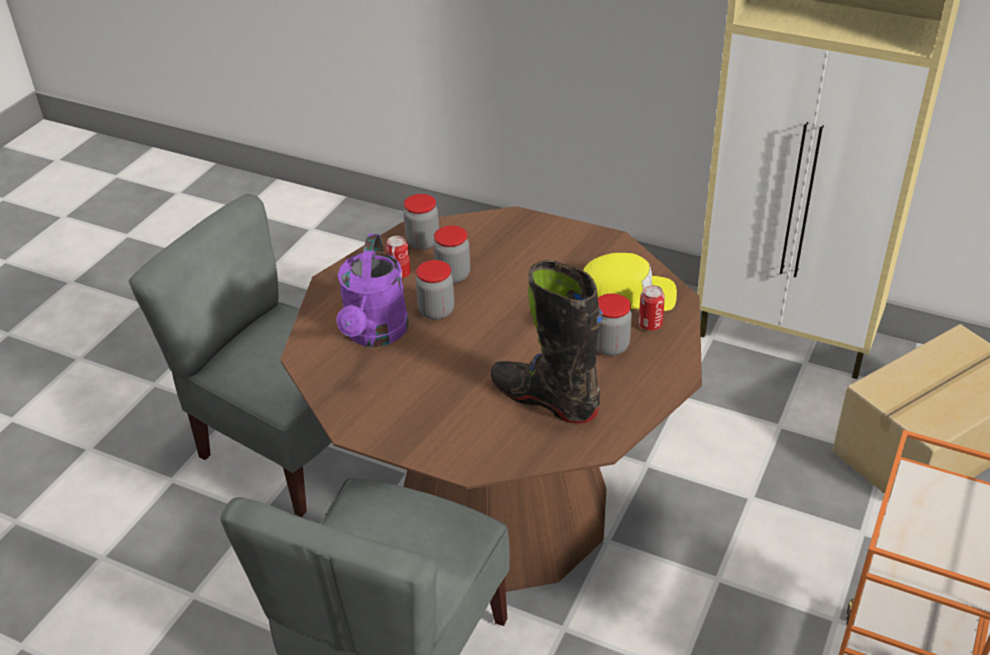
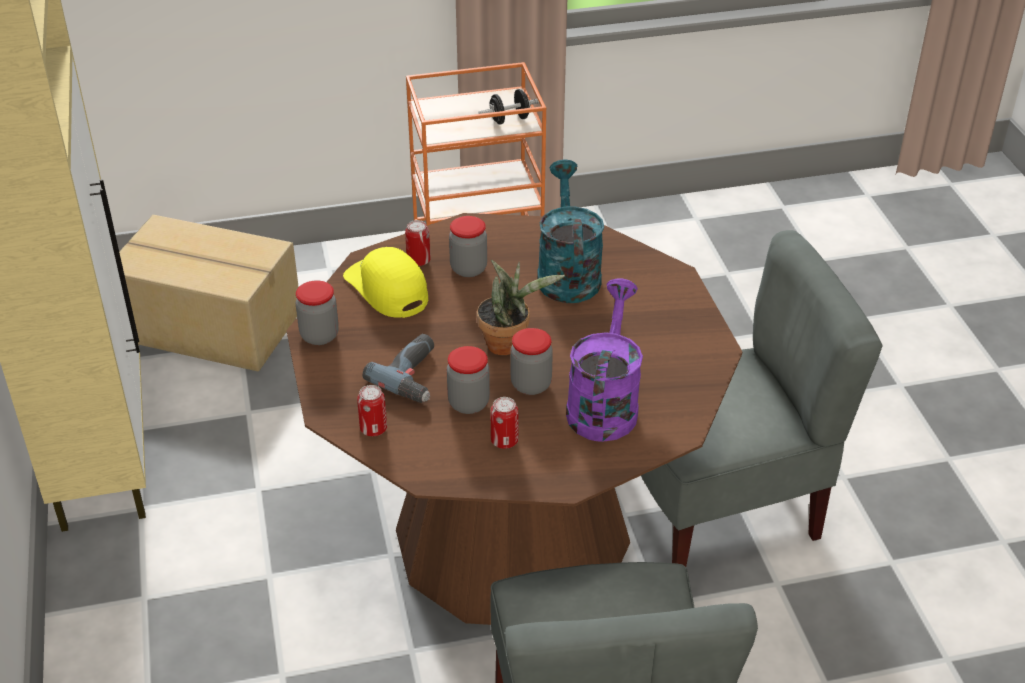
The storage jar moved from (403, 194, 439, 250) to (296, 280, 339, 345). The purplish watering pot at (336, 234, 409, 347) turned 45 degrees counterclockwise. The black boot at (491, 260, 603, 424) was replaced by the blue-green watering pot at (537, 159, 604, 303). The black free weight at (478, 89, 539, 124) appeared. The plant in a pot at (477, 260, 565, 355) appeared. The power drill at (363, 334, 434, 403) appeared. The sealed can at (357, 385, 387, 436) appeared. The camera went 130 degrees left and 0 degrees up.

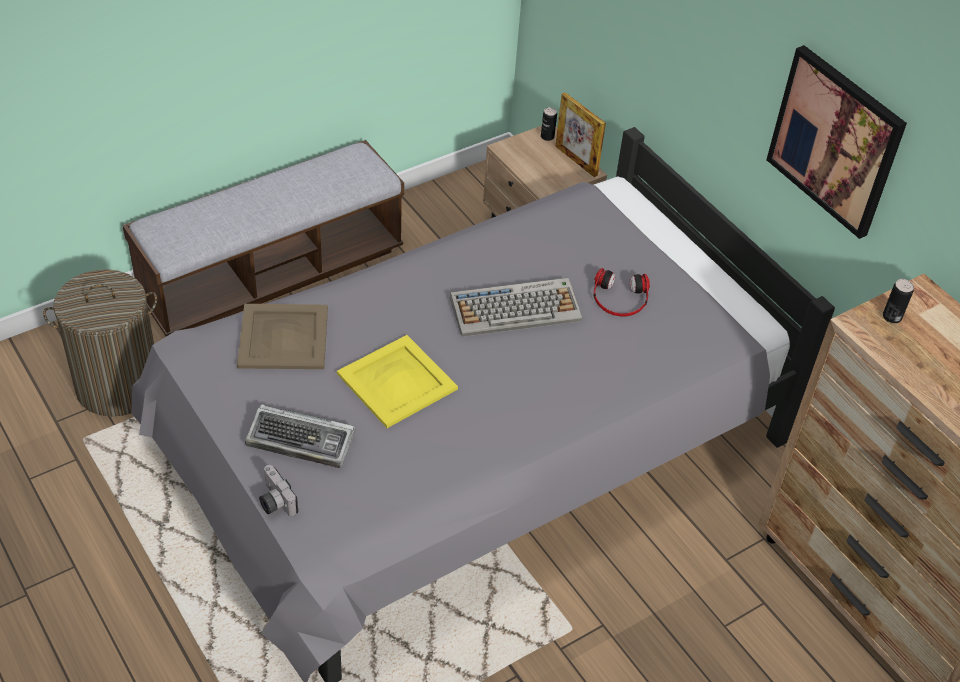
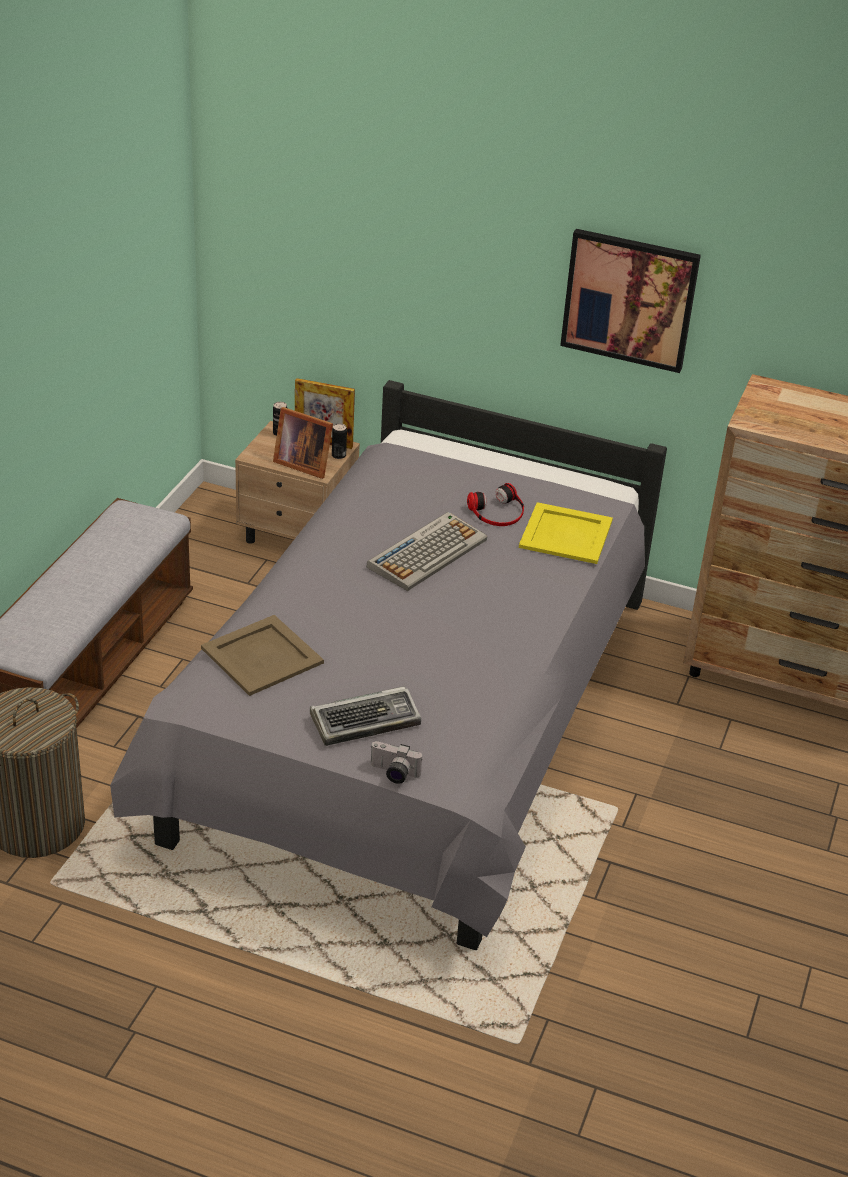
The sealed can moved from (883, 279, 914, 323) to (332, 423, 347, 459). The yellowish tray moved from (337, 335, 458, 428) to (519, 502, 613, 564). The photo frame at (273, 407, 333, 479) appeared. The camera went 35 degrees left and 10 degrees down.

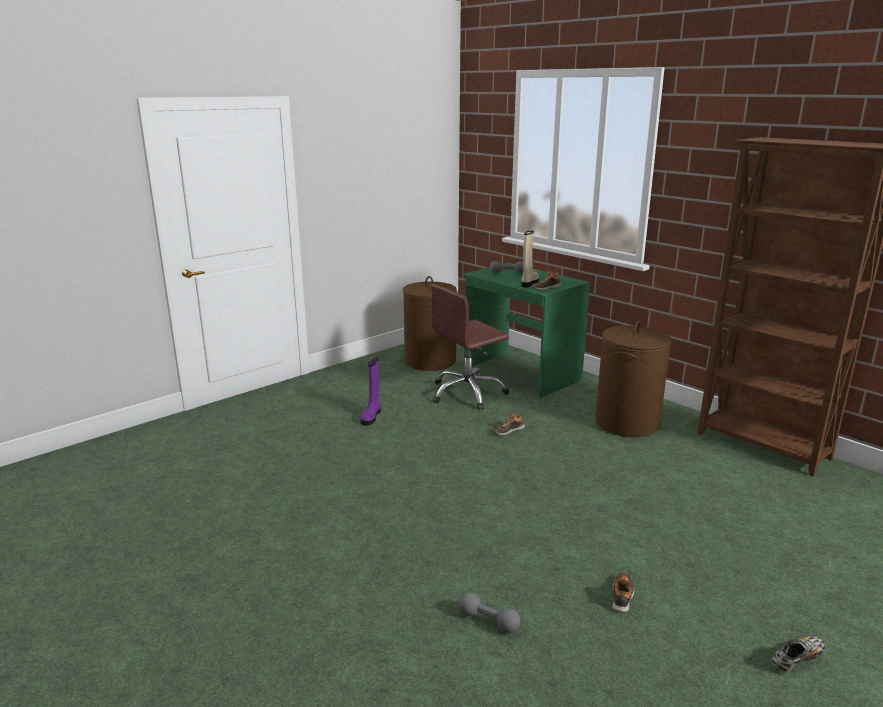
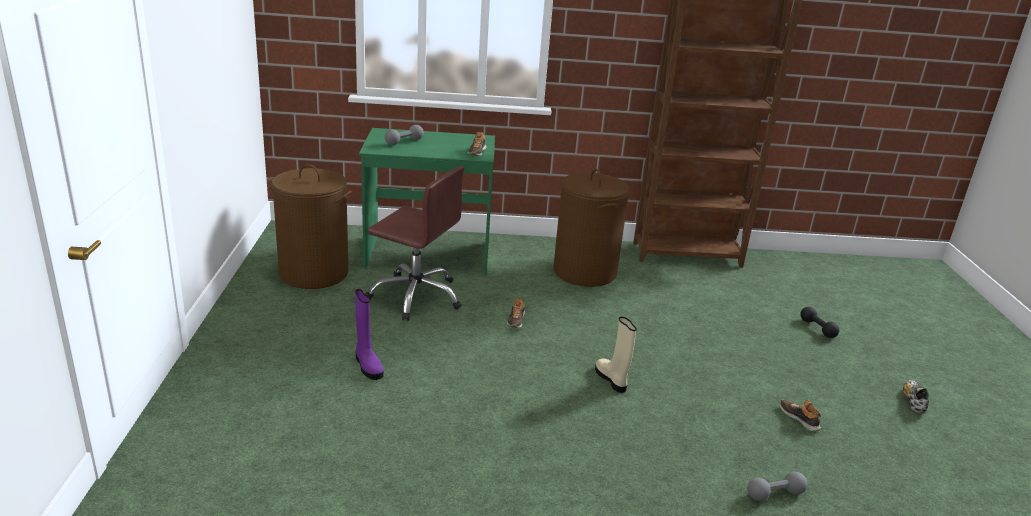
The beige boot moved from (521, 231, 539, 288) to (595, 317, 637, 393). The brown-coloured desk chair at (431, 284, 509, 410) turned 75 degrees counterclockwise. The black free weight at (800, 307, 840, 338) appeared. The camera went 50 degrees left and 5 degrees up.

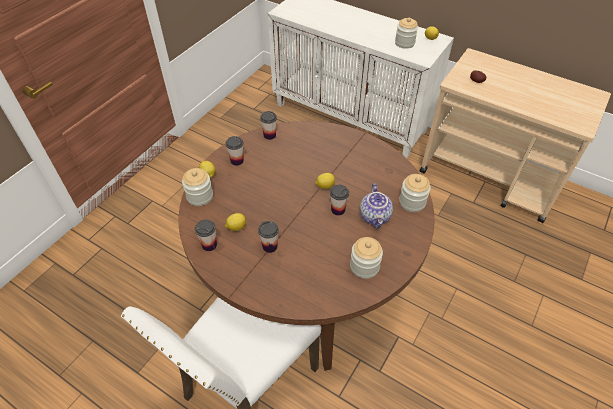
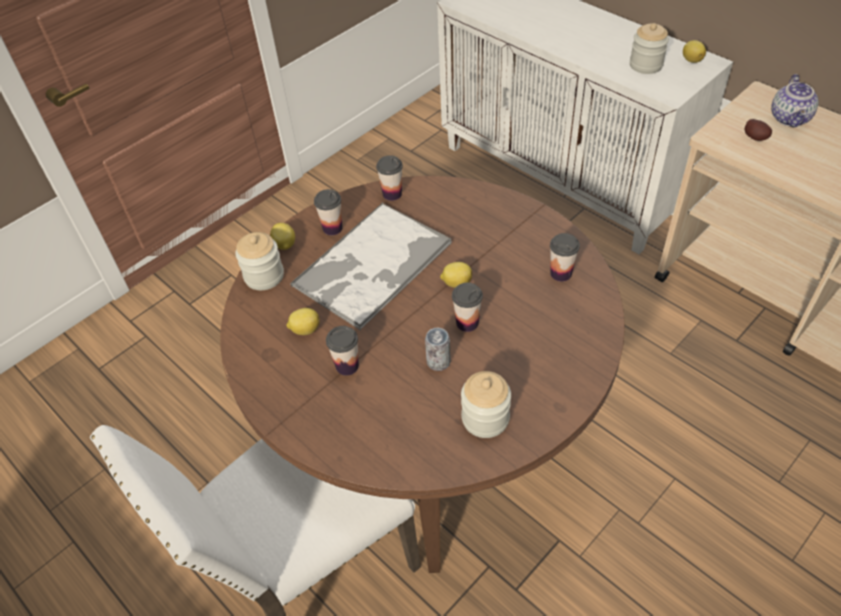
The storage jar at (399, 174, 431, 212) disappeared. The pot for tea moved from (360, 183, 393, 228) to (771, 74, 819, 128). The drinking cup moved from (195, 220, 217, 251) to (550, 233, 580, 282). The tray at (291, 203, 452, 331) appeared. The sealed can at (425, 327, 451, 371) appeared. The camera went 15 degrees right and 0 degrees up.

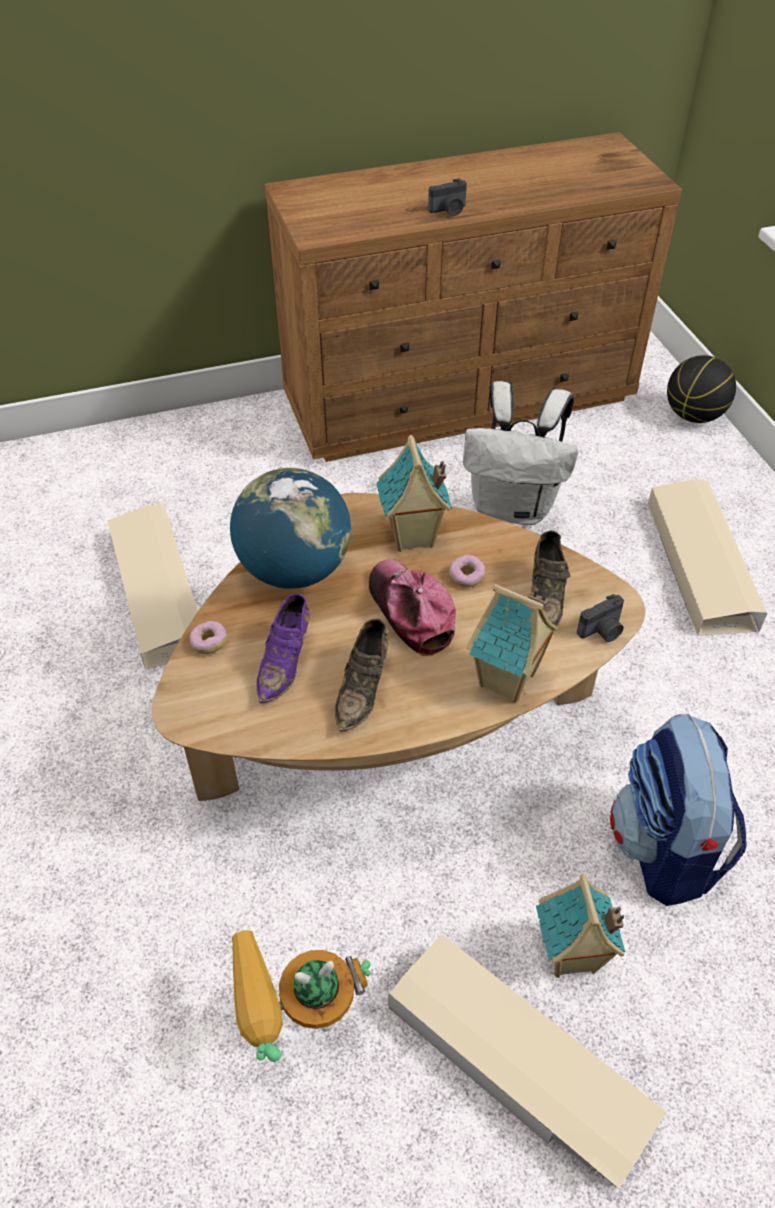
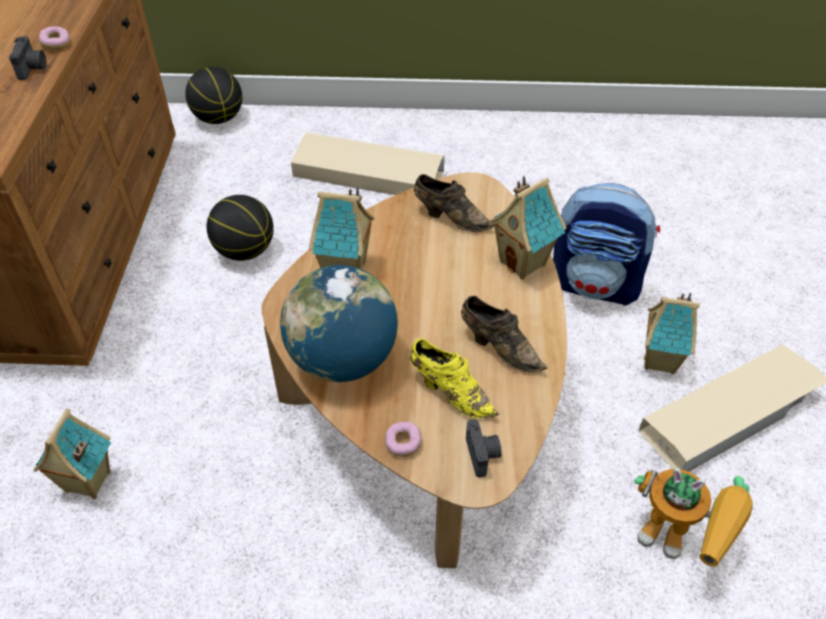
The white backpack at (463, 381, 578, 525) was replaced by the basketball at (207, 195, 274, 261). The beige storage bin at (108, 504, 198, 669) disappeared. The donut moved from (449, 555, 485, 588) to (39, 26, 70, 50). The peaked cap at (369, 559, 456, 656) disappeared. The purplish low shoe at (257, 593, 310, 703) became the yellowish low shoe at (409, 339, 499, 419). The still camera moved from (577, 594, 624, 642) to (466, 419, 502, 478). The toy robot at (232, 930, 371, 1062) turned 60 degrees counterclockwise. The model house at (34, 408, 111, 499) appeared. The camera went 70 degrees left and 0 degrees up.

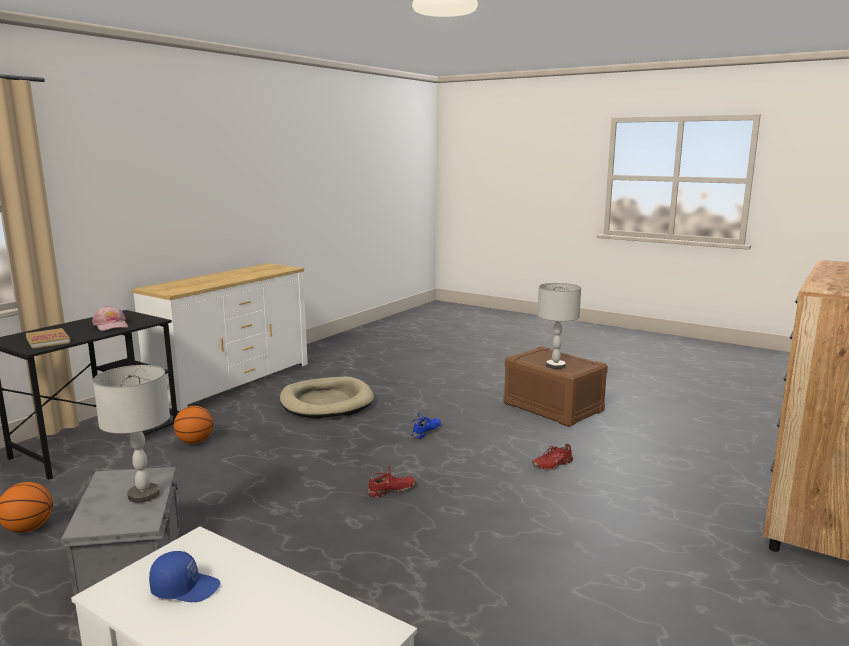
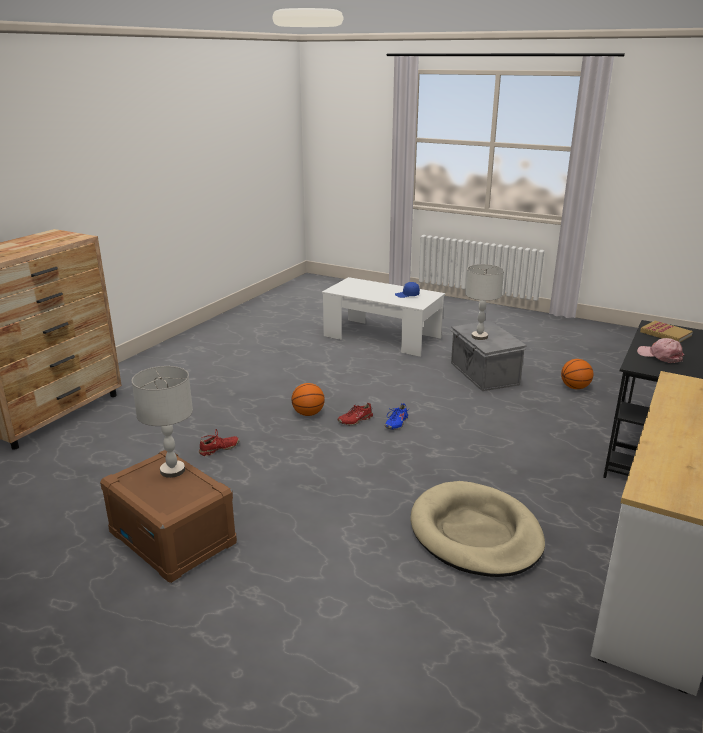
The basketball moved from (174, 406, 213, 444) to (291, 383, 325, 416). The bluish low shoe moved from (412, 413, 441, 439) to (384, 403, 411, 430). The camera went 175 degrees right and 10 degrees up.

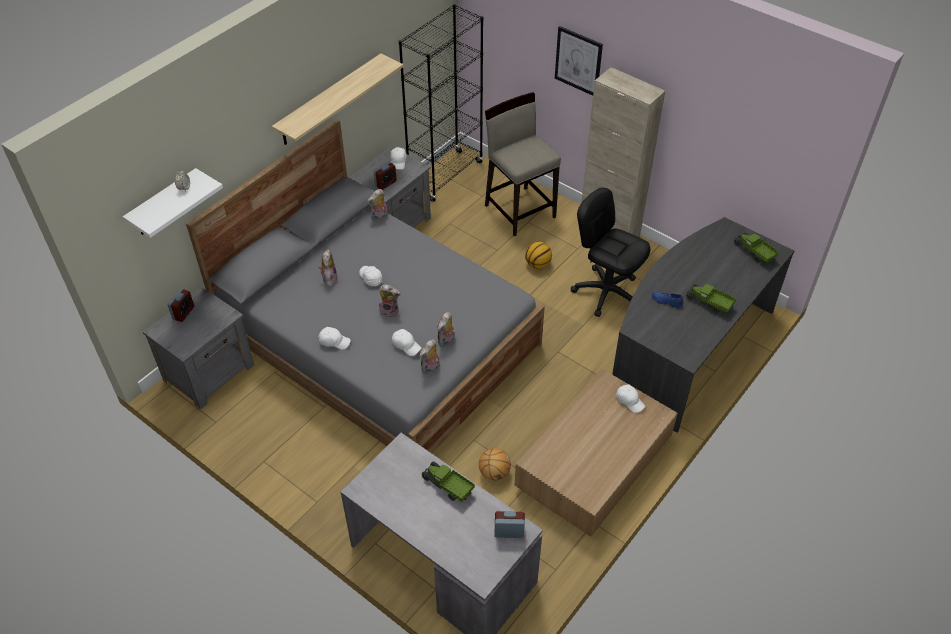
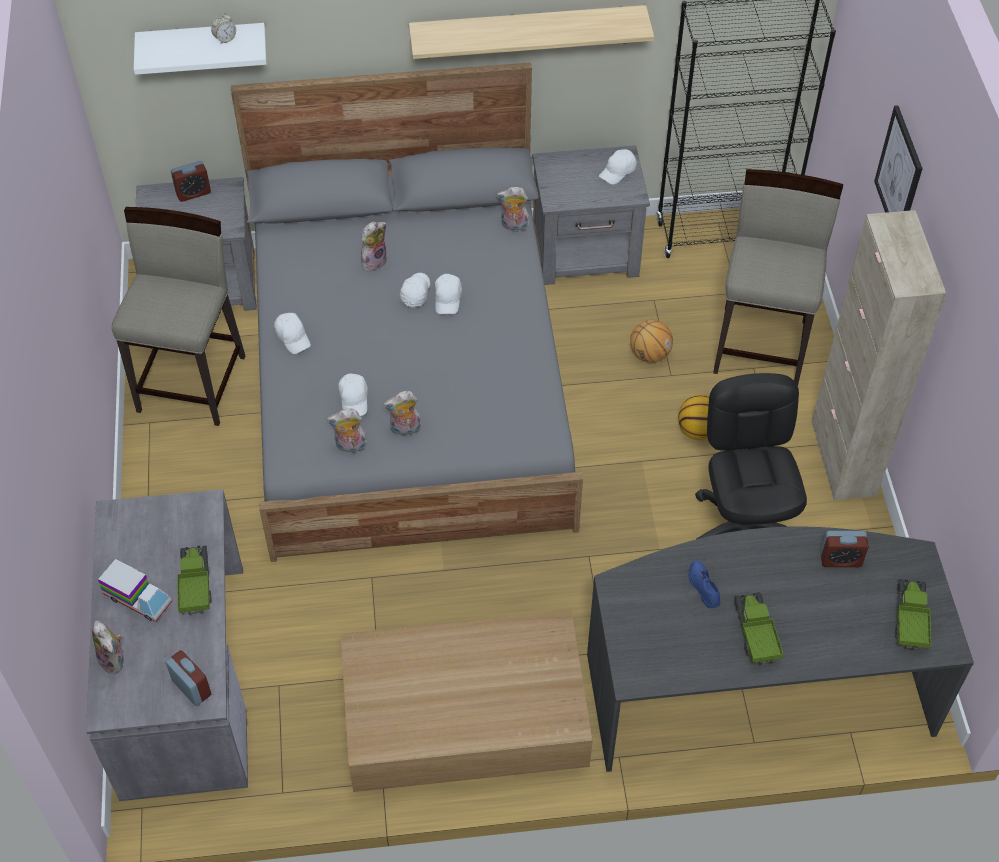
The table clock moved from (373, 161, 397, 190) to (820, 531, 869, 567). The soft toy moved from (378, 284, 400, 317) to (92, 621, 125, 674). The white peaked cap moved from (616, 384, 645, 413) to (435, 274, 462, 314). The basketball moved from (479, 448, 511, 480) to (630, 320, 673, 363). The beige stool seat at (112, 207, 246, 426) appeared. The model truck at (98, 559, 172, 622) appeared. The camera went 45 degrees right and 5 degrees up.

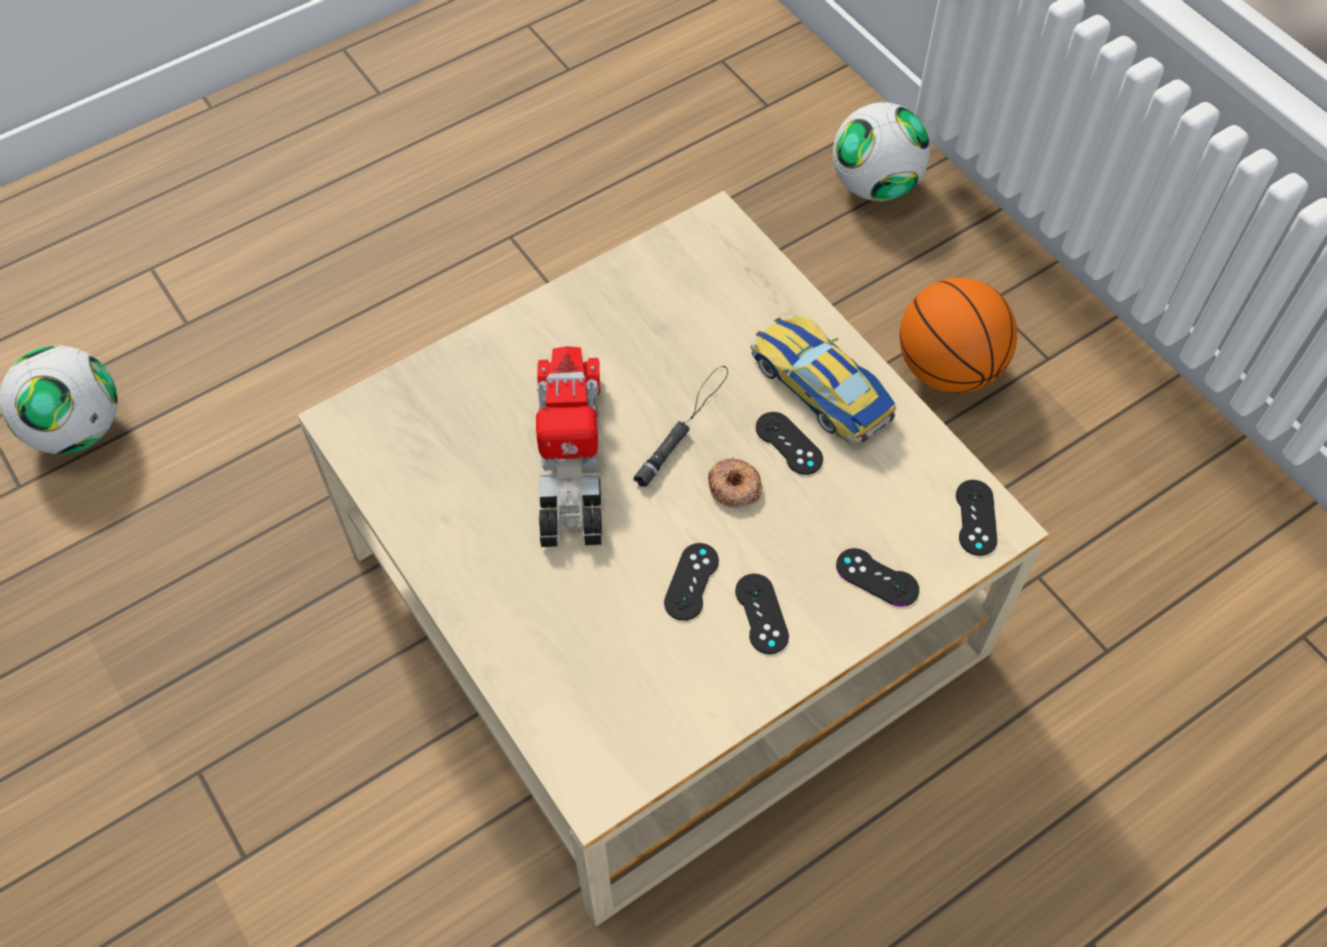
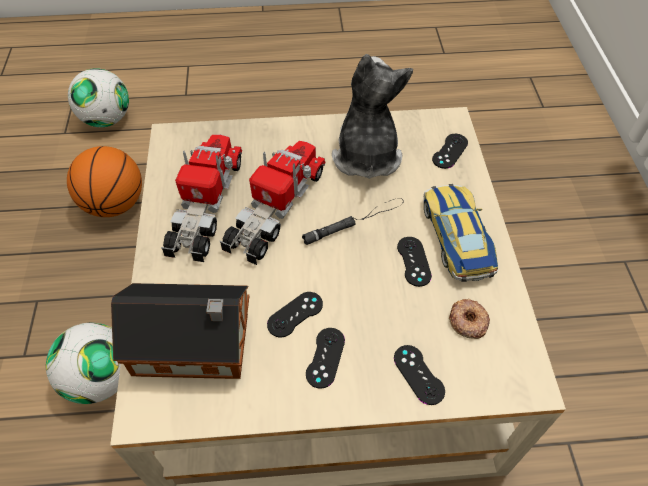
The football moved from (833, 102, 930, 201) to (46, 323, 121, 404). The basketball moved from (900, 278, 1017, 393) to (67, 146, 142, 217). The donut moved from (708, 458, 762, 508) to (449, 299, 490, 339). The black game controller moved from (956, 480, 997, 556) to (432, 134, 468, 169). The soft toy at (332, 54, 413, 179) appeared. The model truck at (161, 134, 242, 262) appeared. The model house at (111, 283, 249, 379) appeared. The camera went 30 degrees right and 5 degrees down.

